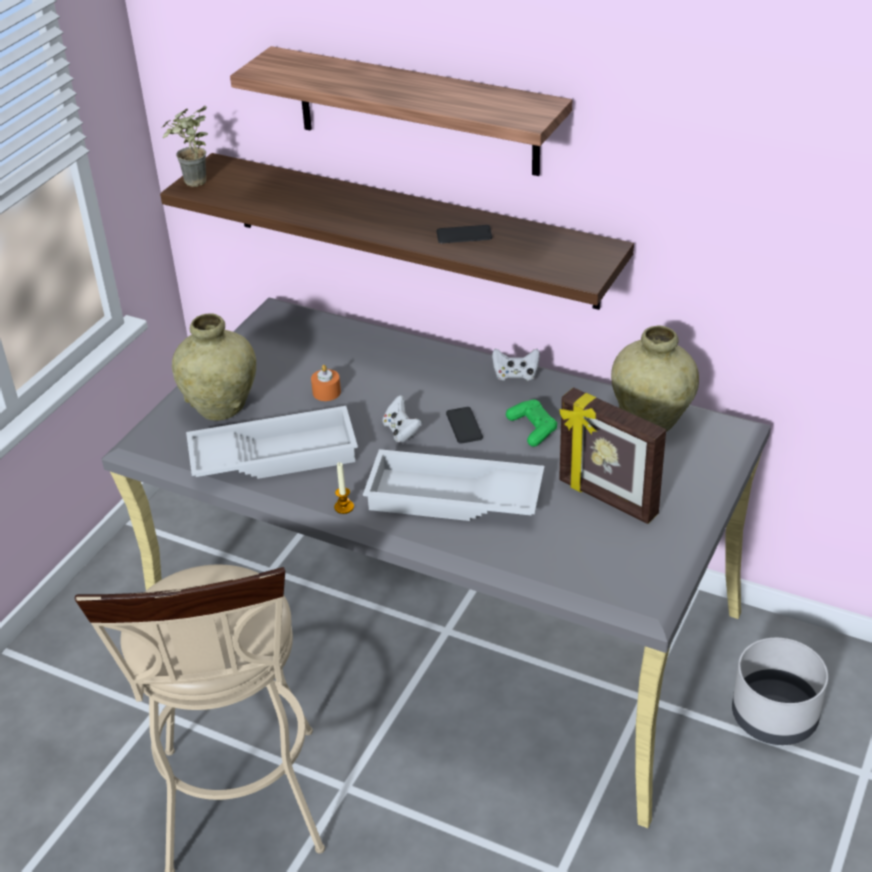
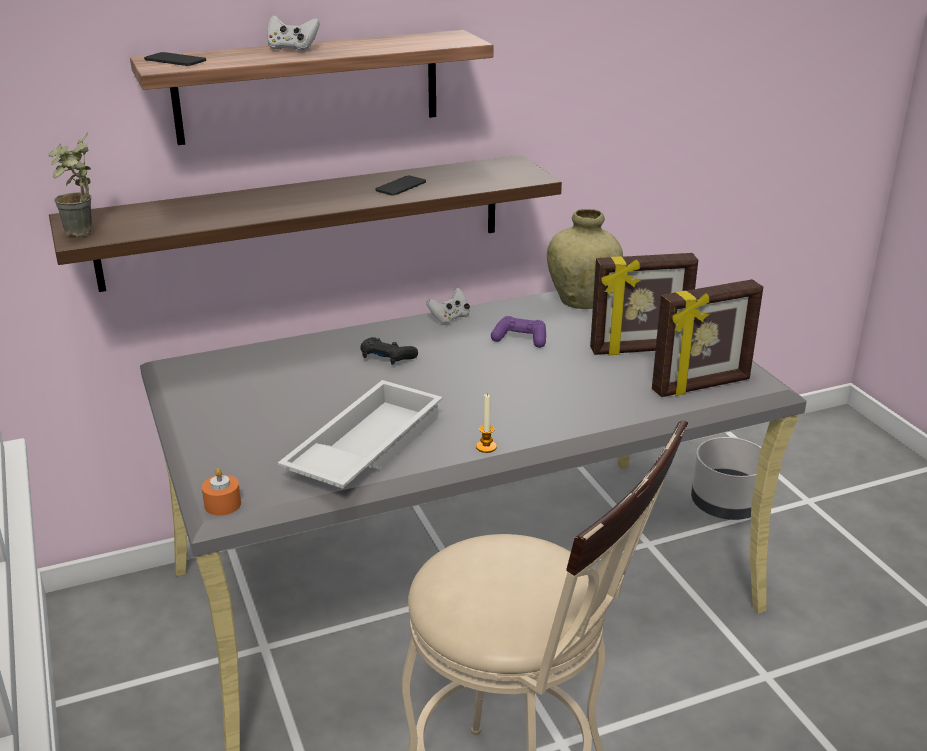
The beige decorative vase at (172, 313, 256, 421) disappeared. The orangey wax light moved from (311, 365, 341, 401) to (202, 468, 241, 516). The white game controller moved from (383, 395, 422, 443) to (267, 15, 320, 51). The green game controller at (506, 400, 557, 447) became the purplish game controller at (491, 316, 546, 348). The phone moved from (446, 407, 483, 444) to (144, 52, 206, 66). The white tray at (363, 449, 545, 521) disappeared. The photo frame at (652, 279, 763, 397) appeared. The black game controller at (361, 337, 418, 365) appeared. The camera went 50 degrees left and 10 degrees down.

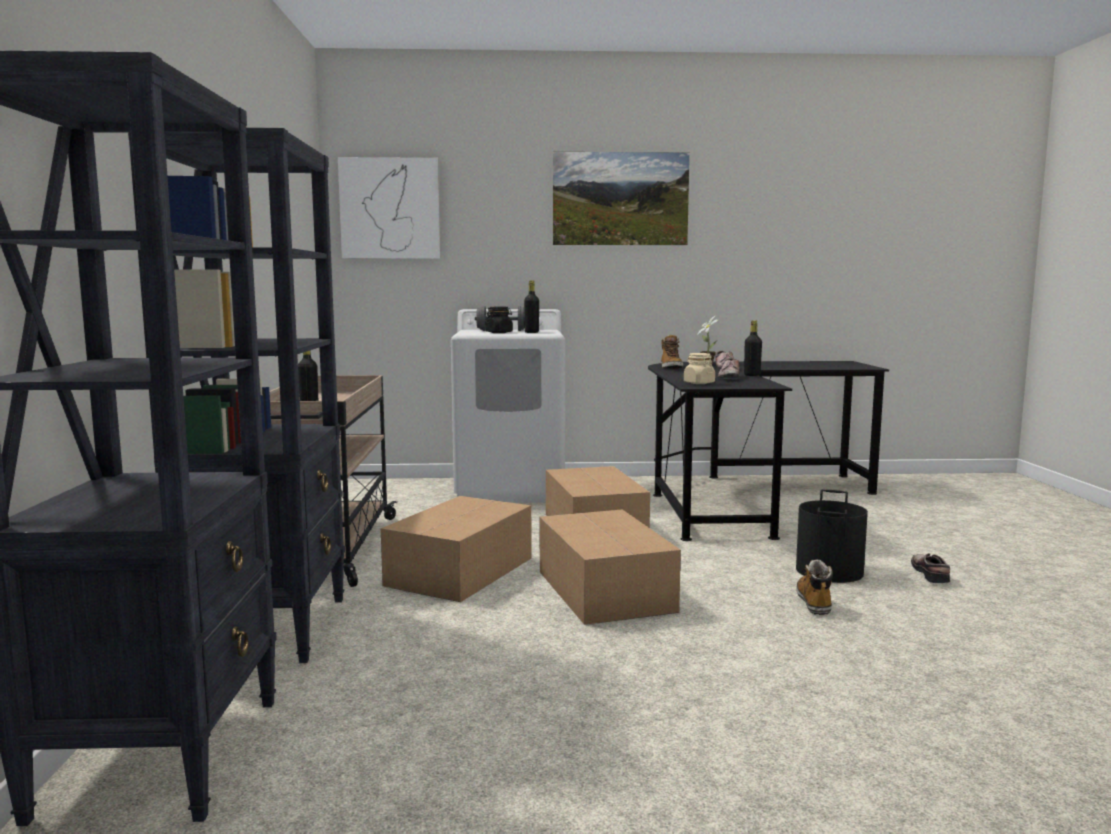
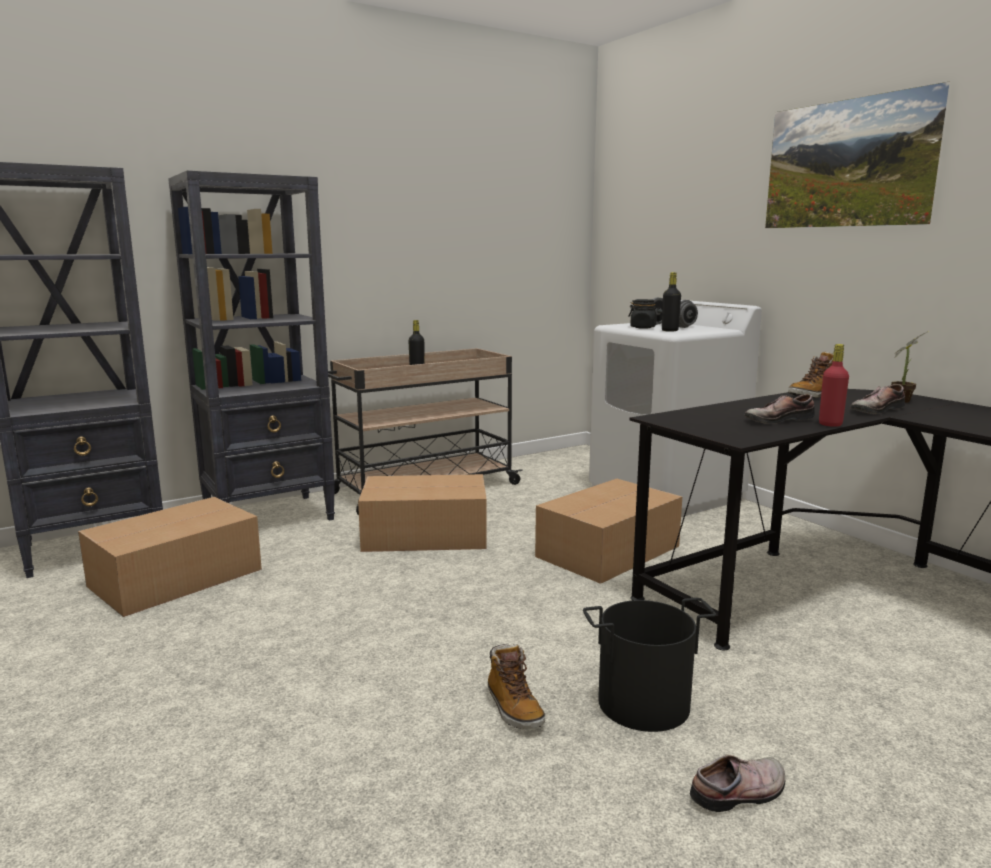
The wall art at (338, 157, 441, 259) disappeared. The black beverage bottle at (744, 320, 762, 376) became the red beverage bottle at (819, 344, 849, 427). The beige storage jar at (684, 353, 715, 384) disappeared. The packing box moved from (540, 509, 681, 625) to (78, 497, 262, 617). The boot at (796, 560, 833, 615) turned 90 degrees clockwise. The camera went 60 degrees right and 5 degrees up.

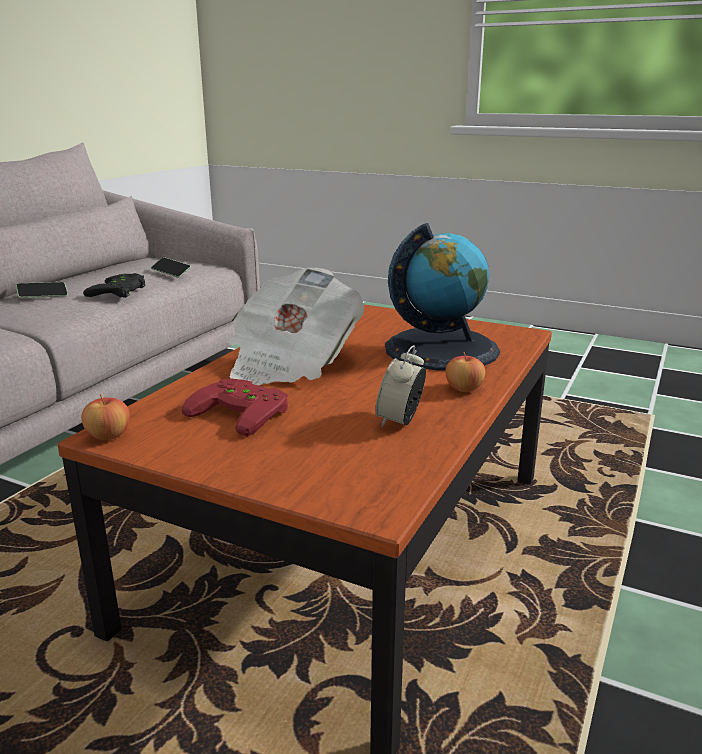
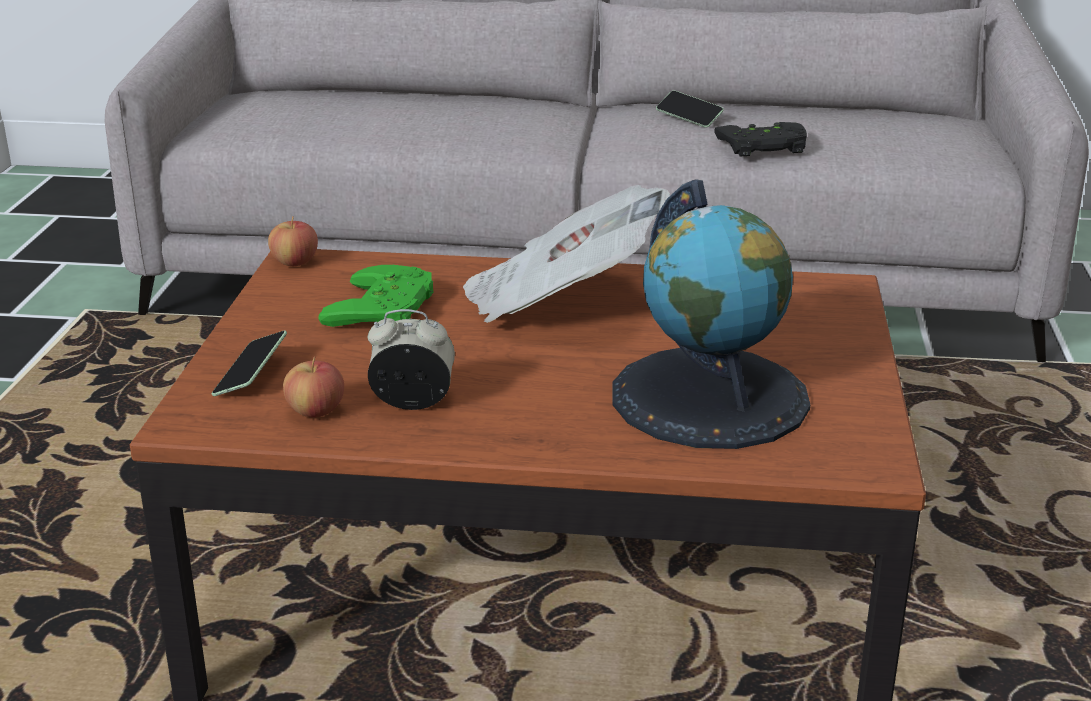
The phone moved from (151, 257, 191, 278) to (212, 331, 287, 396). The apple fruit moved from (446, 352, 486, 392) to (283, 357, 344, 417). The red game controller at (182, 379, 288, 437) became the green game controller at (318, 265, 434, 327). The camera went 70 degrees right and 5 degrees up.

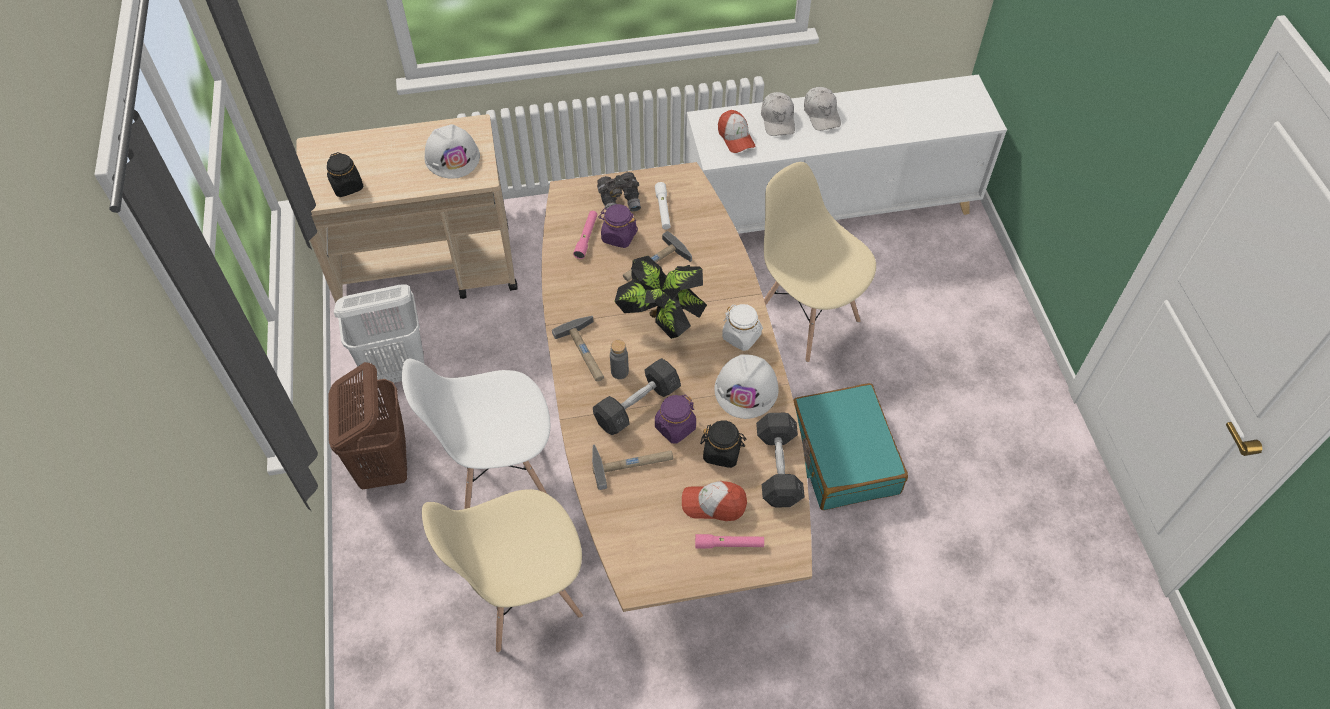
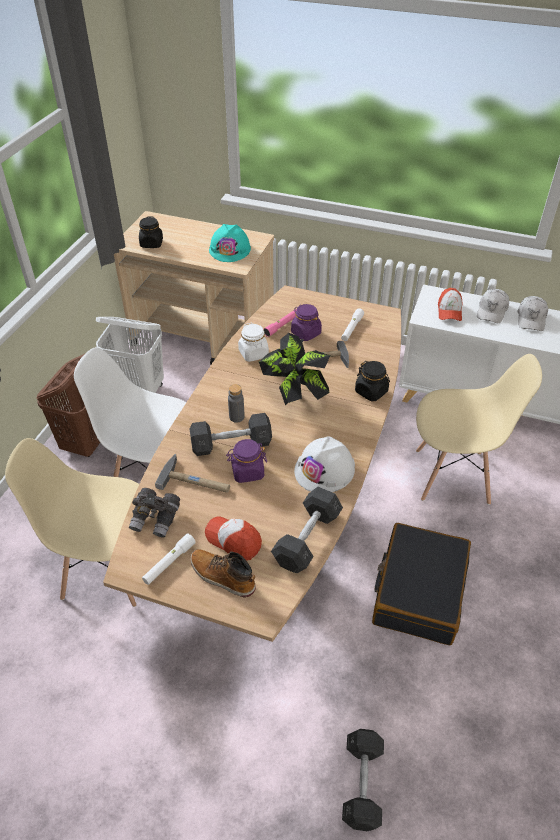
The white hard hat at (424, 124, 480, 179) became the blue-green hard hat at (209, 224, 251, 262). The beige chair at (764, 162, 876, 363) turned 105 degrees clockwise. The greyish binoculars moved from (597, 172, 641, 212) to (129, 488, 180, 538). The white storage jar moved from (722, 304, 763, 351) to (238, 323, 269, 362). The hand hammer at (552, 316, 604, 381) disappeared. The blue-green travel case at (793, 383, 908, 510) became the black travel case at (372, 523, 471, 645). The black storage jar moved from (700, 420, 747, 468) to (355, 361, 390, 401). The pink flashlight at (695, 534, 764, 549) was replaced by the boot at (190, 549, 256, 598). The white flashlight at (142, 533, 196, 585) appeared. The greyish free weight at (342, 729, 384, 831) appeared. The camera went 30 degrees right and 10 degrees down.

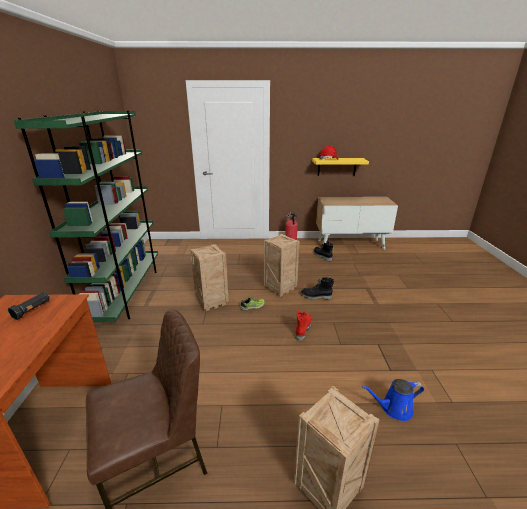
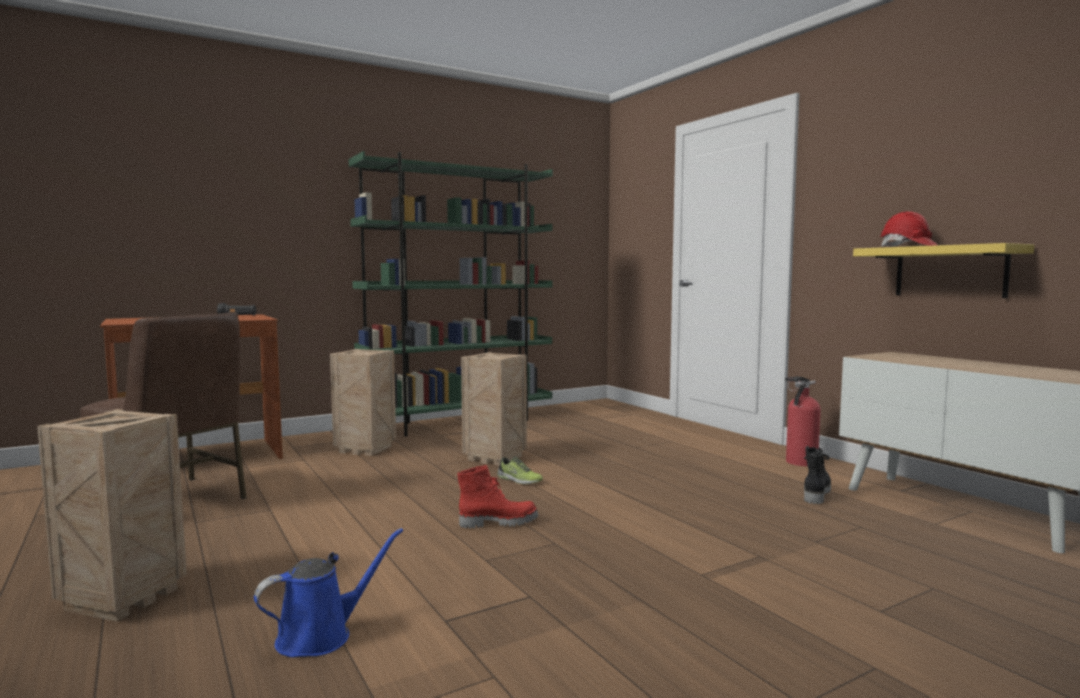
The shipping crate moved from (264, 234, 300, 297) to (330, 349, 396, 456). The black boot at (300, 277, 334, 300) disappeared. The bluish watering pot at (362, 379, 424, 421) turned 90 degrees clockwise. The camera went 60 degrees right and 20 degrees down.

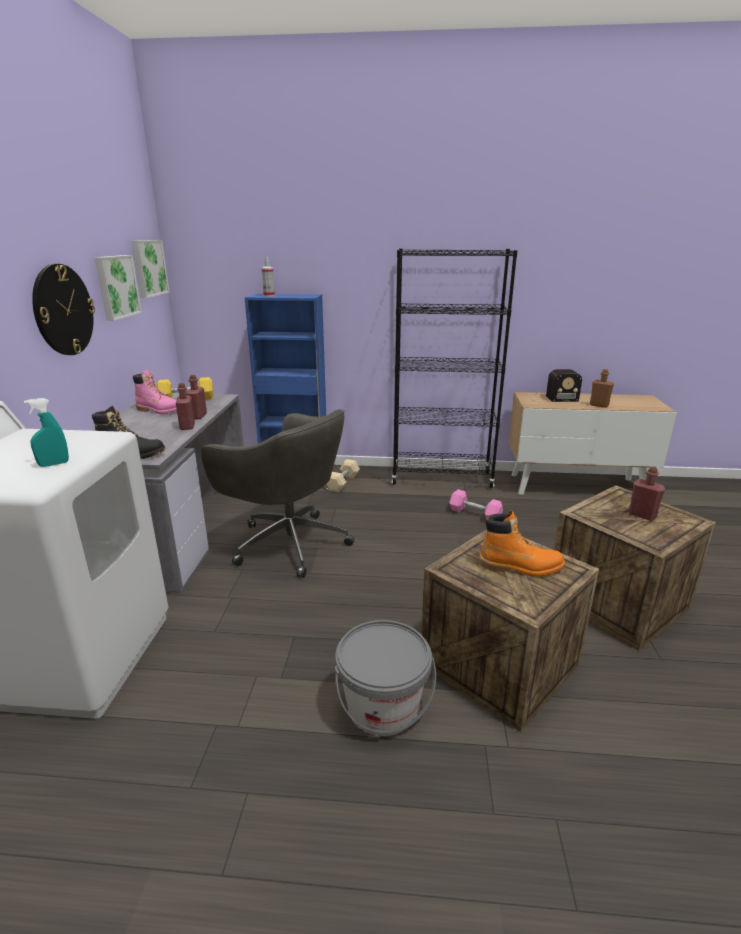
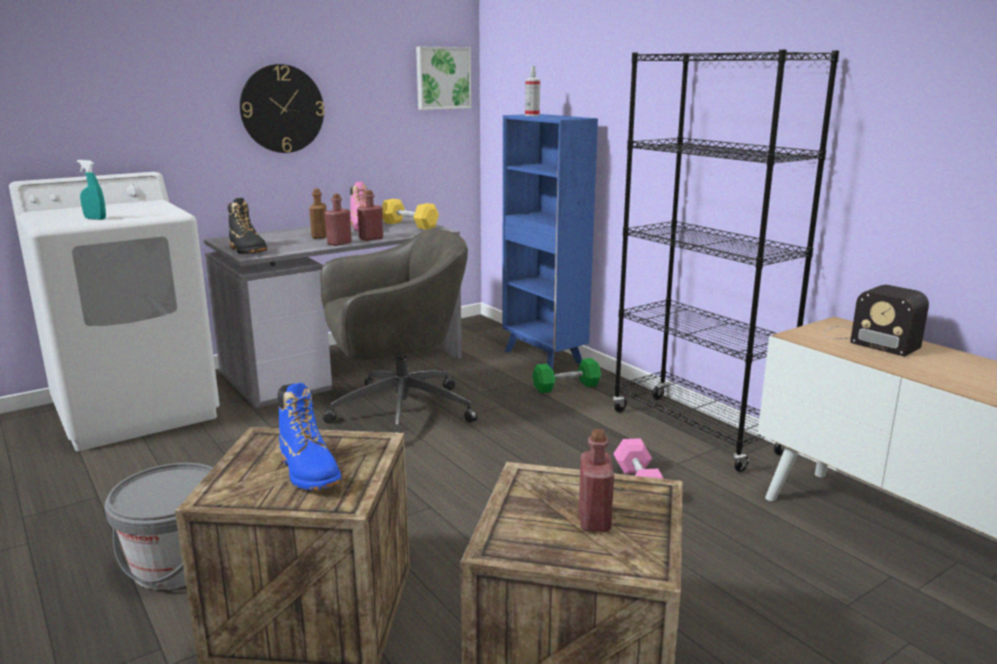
The wall art at (94, 255, 142, 321) disappeared. The brown-coloured beverage bottle moved from (590, 369, 614, 408) to (309, 189, 327, 239). The greyish desk chair at (201, 409, 354, 578) turned 105 degrees counterclockwise. The beige free weight at (326, 459, 360, 492) became the green free weight at (532, 358, 601, 393). The orangey boot at (479, 510, 565, 577) became the bluish boot at (277, 383, 341, 490). The camera went 50 degrees right and 5 degrees down.

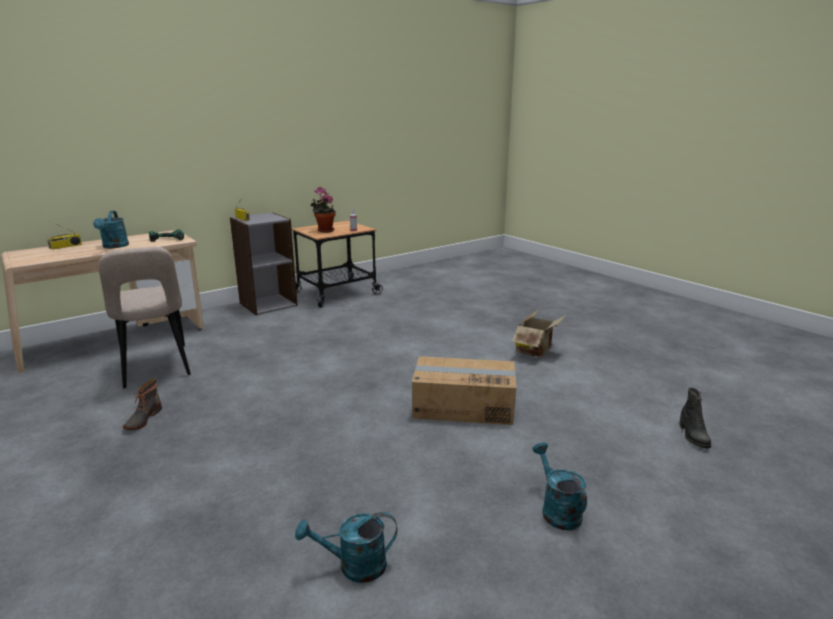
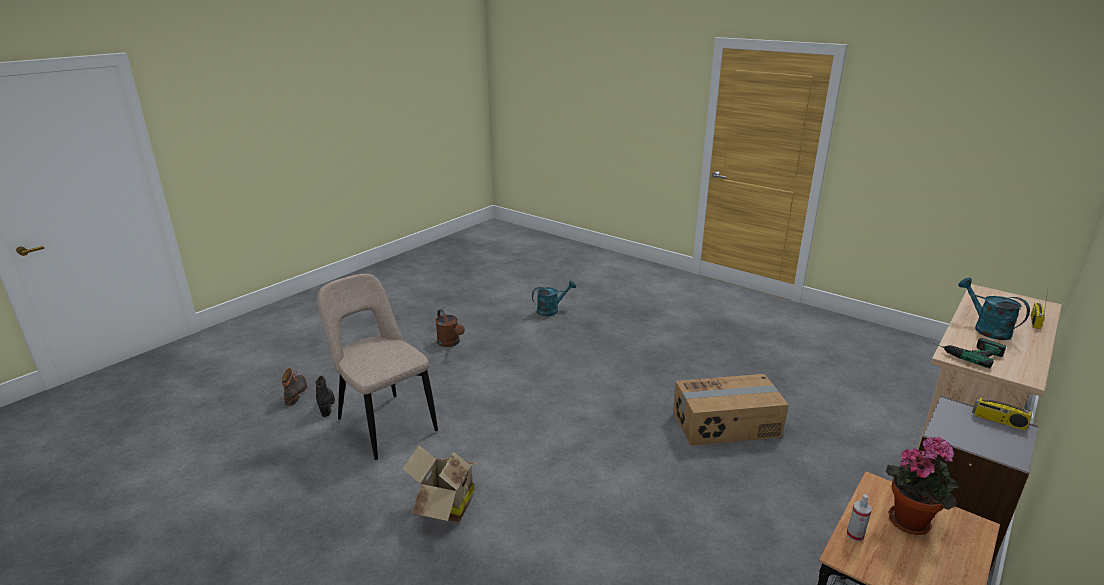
The beige chair moved from (99, 247, 191, 389) to (317, 274, 438, 460). The packing box moved from (412, 356, 516, 425) to (673, 374, 789, 446). The boot moved from (123, 379, 162, 430) to (282, 368, 307, 406). The blue-green watering pot at (533, 442, 587, 530) became the brown-coloured watering pot at (435, 309, 465, 347). The camera went 165 degrees right and 5 degrees up.

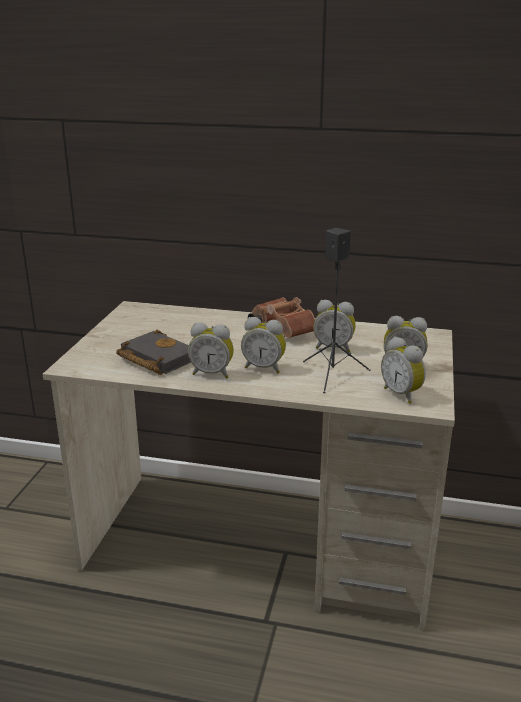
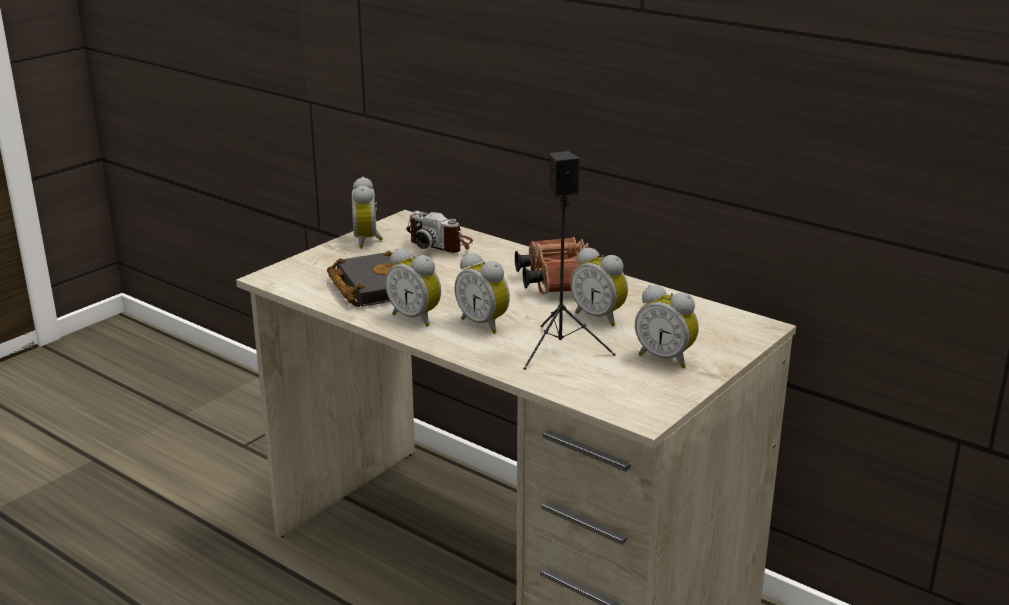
The table clock moved from (381, 336, 426, 404) to (352, 177, 383, 248). The still camera at (406, 211, 473, 253) appeared. The camera went 25 degrees right and 0 degrees up.

